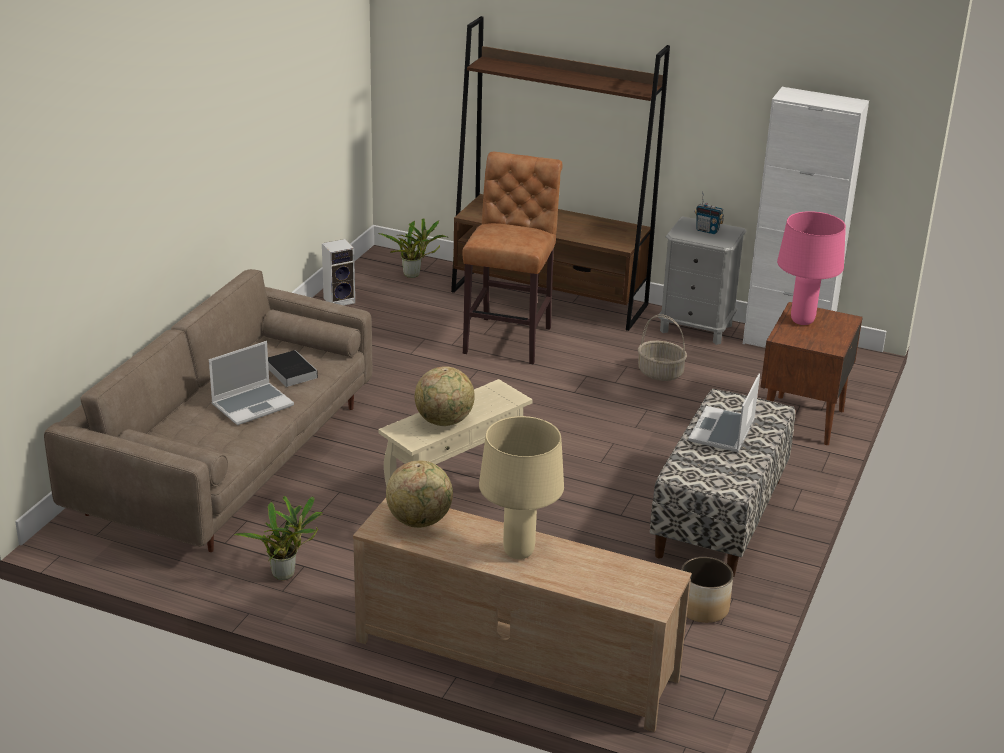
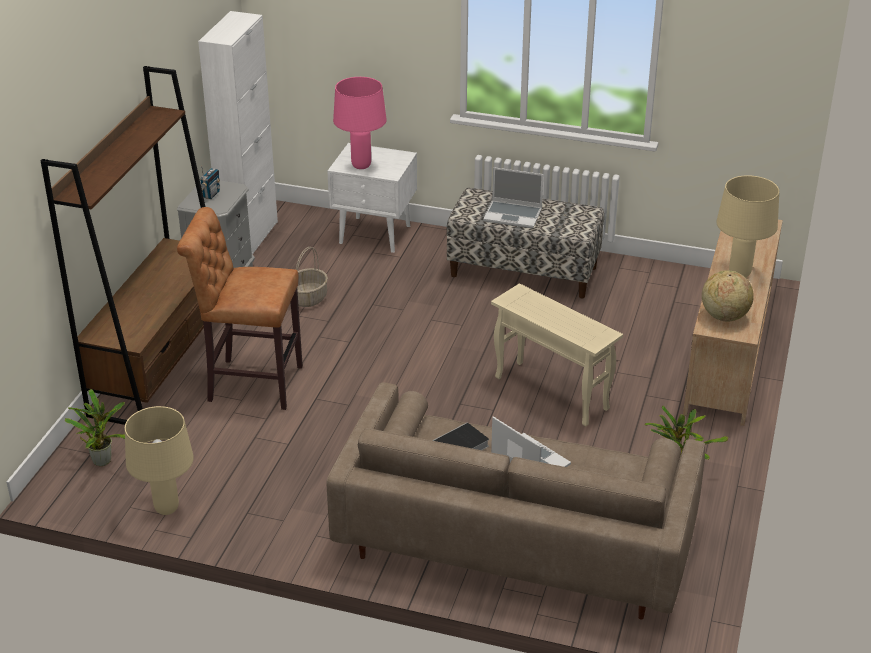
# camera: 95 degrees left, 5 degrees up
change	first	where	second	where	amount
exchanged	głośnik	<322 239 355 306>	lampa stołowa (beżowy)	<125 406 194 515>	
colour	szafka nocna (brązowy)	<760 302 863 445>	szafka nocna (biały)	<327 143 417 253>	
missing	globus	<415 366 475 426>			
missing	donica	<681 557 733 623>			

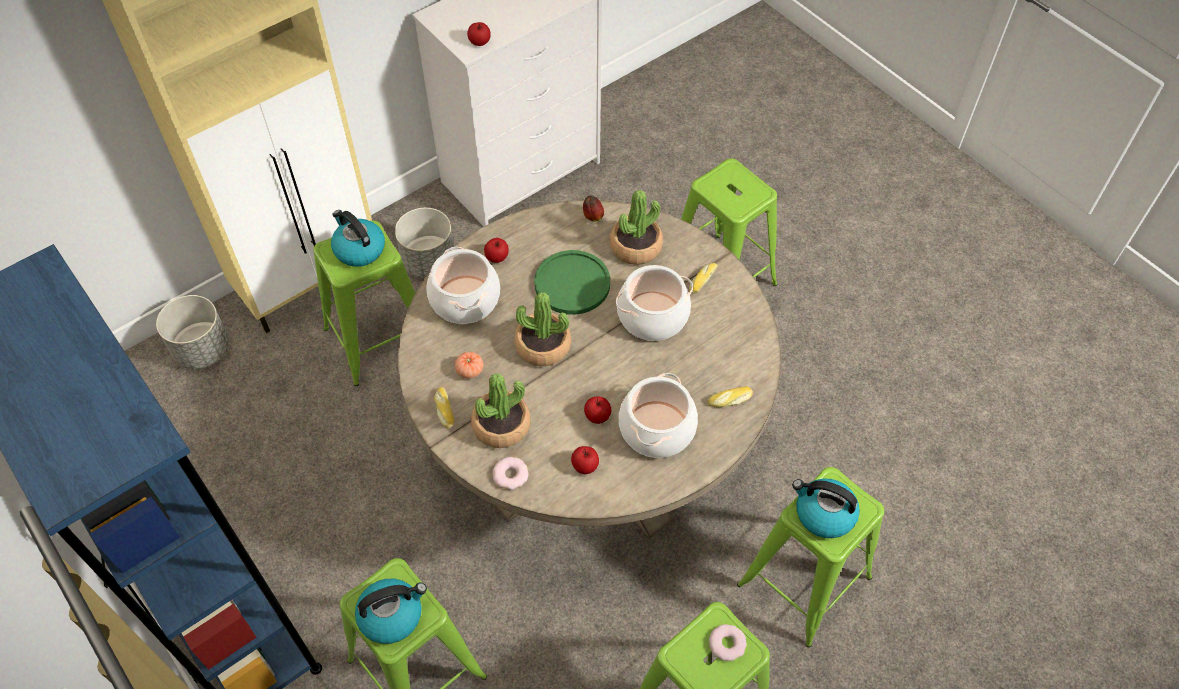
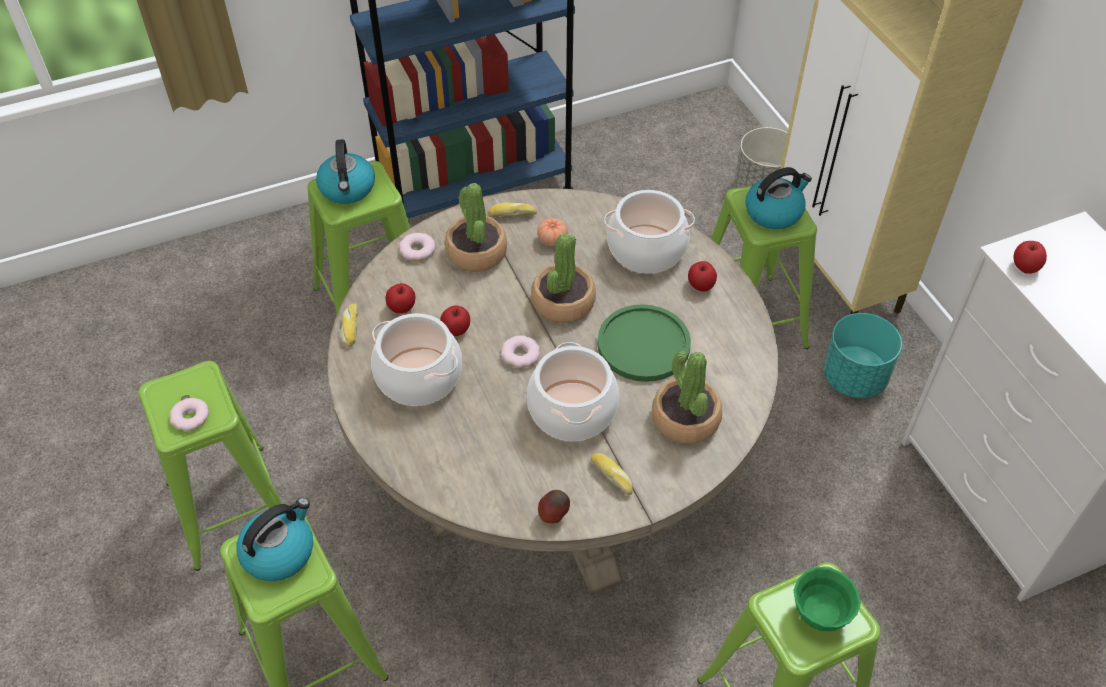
# camera: 105 degrees right, 5 degrees down
change	first	where	second	where	amount
relocated	chleb	<707 386 753 407>		<341 303 358 347>	
appeared			donut	<501 335 540 368>	
relocated	jabłko	<583 196 604 222>		<538 490 570 523>	
appeared			miska (zielony)	<793 567 861 631>	
colour	donica (szary)	<395 208 454 278>	donica (turkusowy)	<823 313 902 398>	

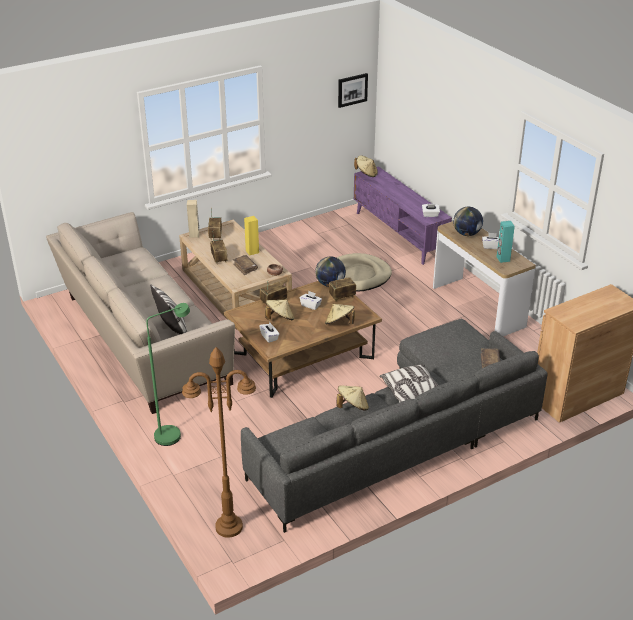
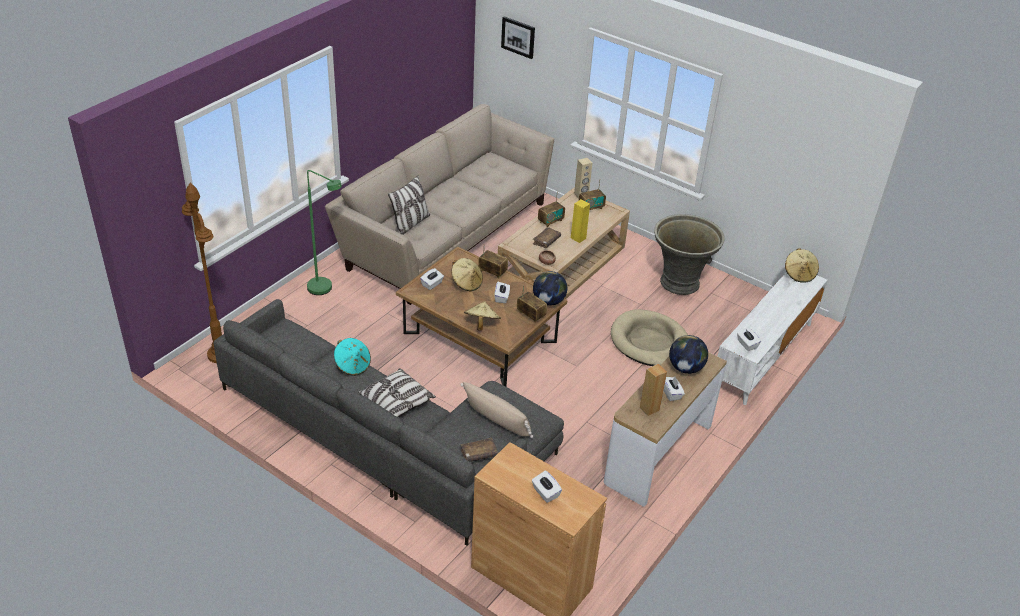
# camera: 65 degrees right, 5 degrees up
change	first	where	second	where	amount
colour	kapelusz (beżowy)	<336 385 369 411>	kapelusz (turkusowy)	<334 338 371 376>	
appeared			poduszka (beżowy)	<461 382 533 438>	
relocated	obraz	<338 73 368 108>		<501 16 535 59>	
appeared			pudełko chusteczek (biały)	<532 471 562 503>	
colour	głośnik (turkusowy)	<497 221 515 263>	głośnik (brązowy)	<640 364 667 416>	
appeared			donica (szary)	<654 214 725 295>	
colour	szafka pod telewizor (fioletowy)	<354 166 452 265>	szafka pod telewizor (biały)	<718 272 827 405>	

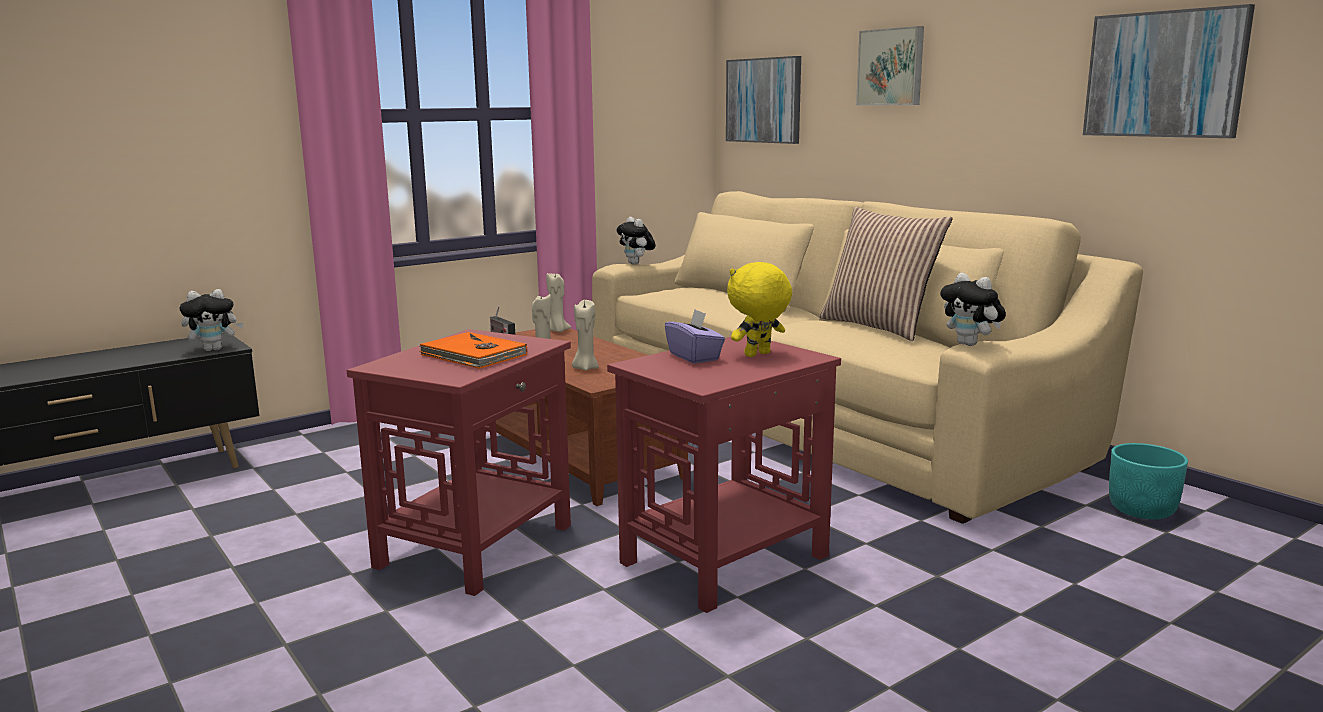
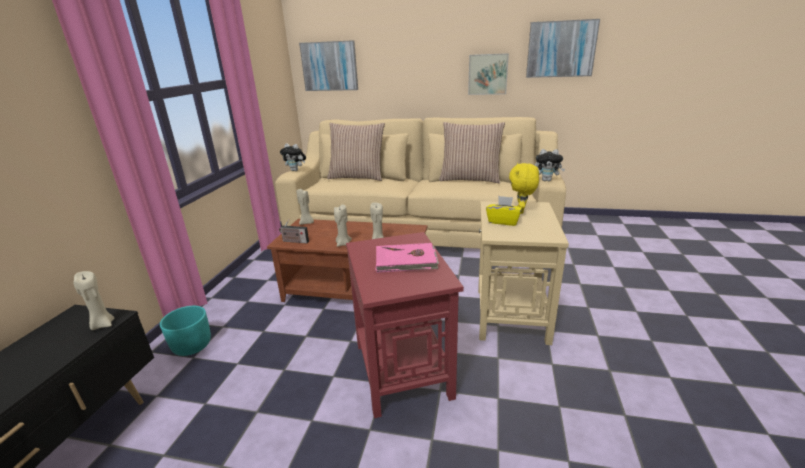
# camera: 40 degrees left, 10 degrees up
change	first	where	second	where	amount
exchanged	pluszak	<180 289 244 351>	świeca (beżowy)	<73 271 115 330>	
relocated	donica (turkusowy)	<1109 443 1188 519>		<160 306 211 356>	
appeared			poduszka	<327 123 385 181>	
colour	książka (pomarańczowy)	<419 332 527 369>	książka (różowy)	<375 243 439 273>	
relocated	obraz	<856 26 924 105>		<468 53 509 95>	
colour	stolik (czerwony)	<607 335 841 613>	stolik (beżowy)	<478 201 569 345>	
colour	pudełko chusteczek (fioletowy)	<665 309 725 364>	pudełko chusteczek (żółty)	<486 196 522 226>	

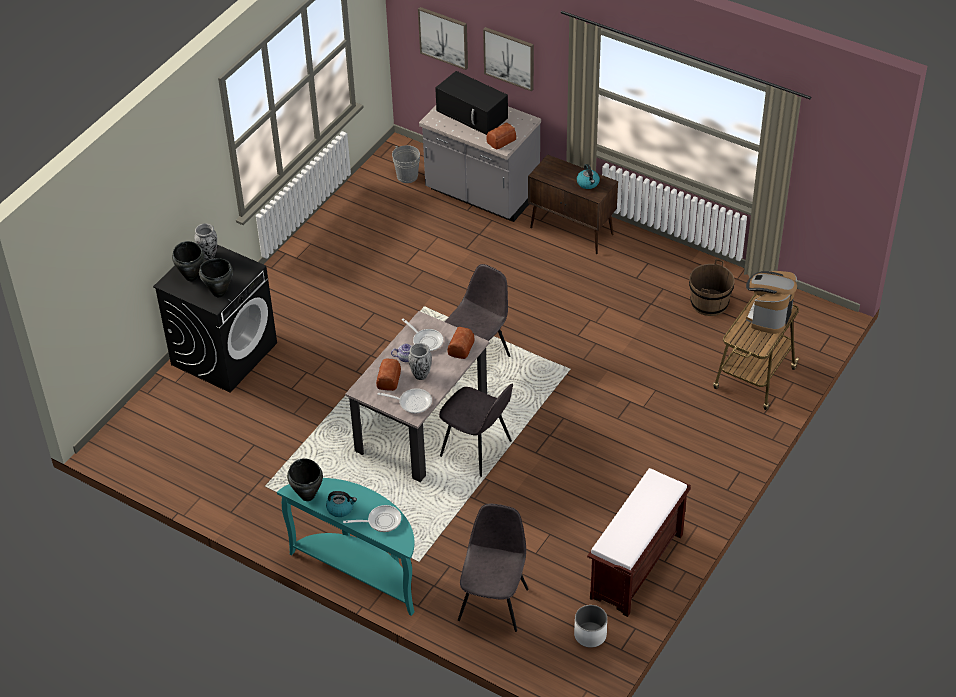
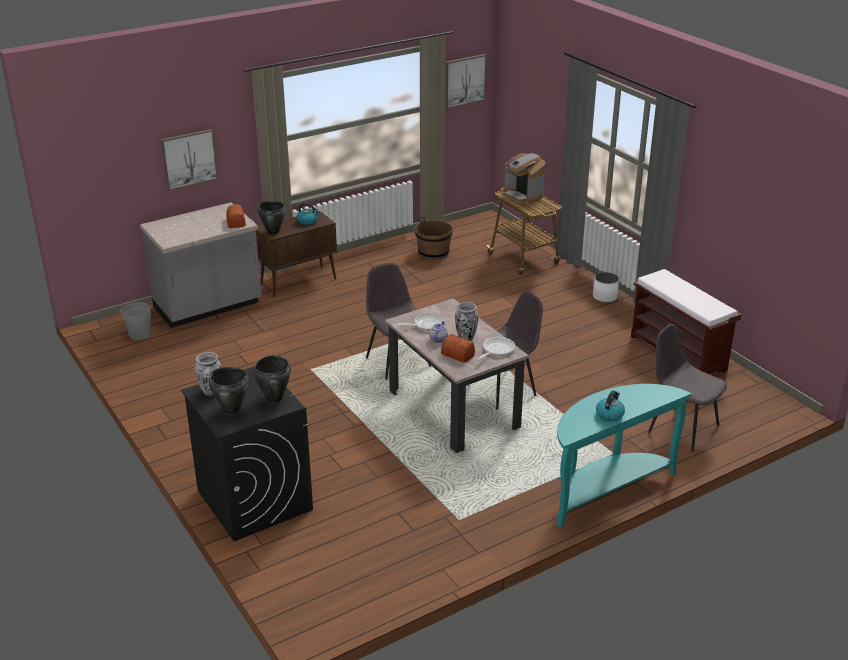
# camera: 65 degrees left, 15 degrees down
change	first	where	second	where	amount
relocated	garnek (czarny)	<287 458 323 501>		<257 201 286 235>	
relocated	obraz	<418 7 468 70>		<445 54 487 109>	
relocated	donica (biały)	<574 605 607 648>		<593 272 619 303>	
missing	patelnia	<343 505 401 532>			
missing	mikrofalówka (czarny)	<435 71 508 135>			
missing	chleb	<447 327 474 359>			

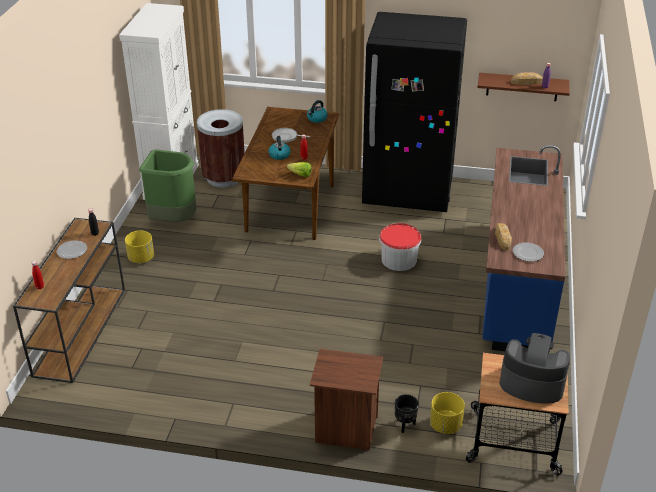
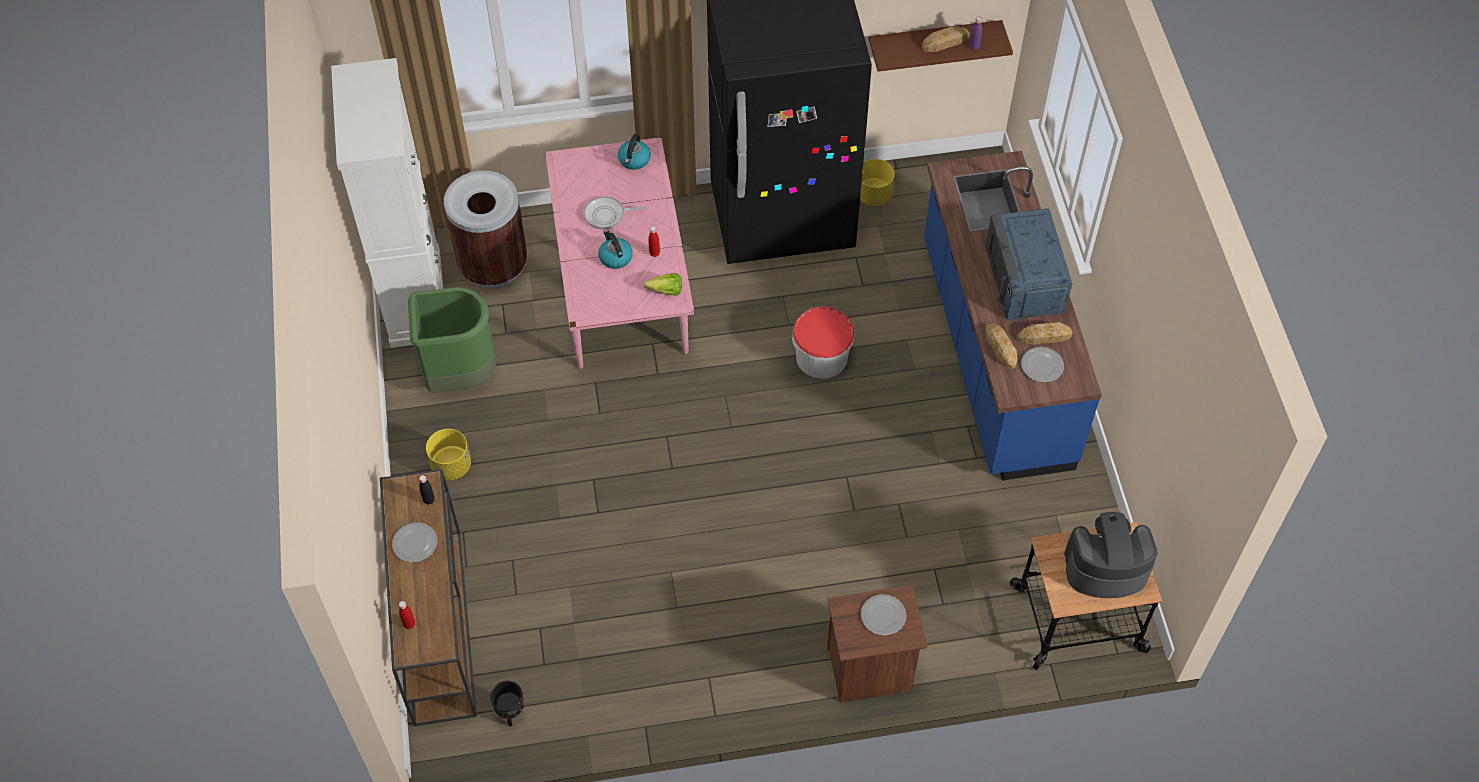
# camera: 20 degrees left, 20 degrees up
change	first	where	second	where	amount
relocated	donica (czarny)	<395 394 419 433>		<490 681 524 726>	
colour	stół jadalny (brązowy)	<232 107 339 240>	stół jadalny (różowy)	<545 137 695 369>	
relocated	donica (żółty)	<430 392 465 434>		<860 159 895 206>	
appeared			talerz	<861 594 906 636>	
appeared			mikrofalówka (niebieski)	<985 208 1073 320>	
appeared			chleb	<1017 322 1072 345>	

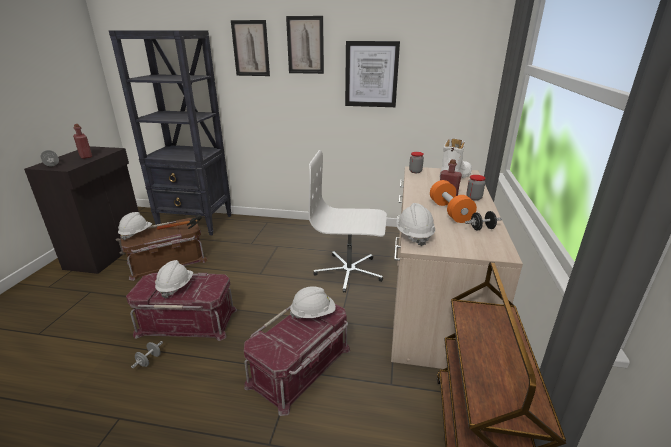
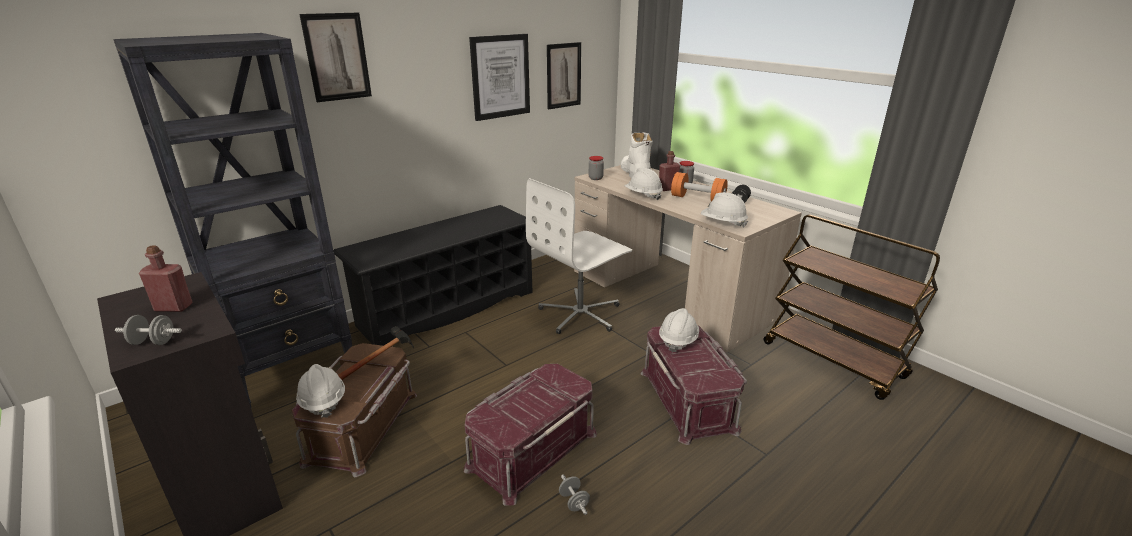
# camera: 50 degrees left, 0 degrees up
change	first	where	second	where	amount
appeared			regał na buty (czarny)	<333 205 535 346>	
relocated	obraz	<286 16 324 74>		<547 42 581 109>	
relocated	kask (biały)	<155 260 193 298>		<625 168 663 200>	

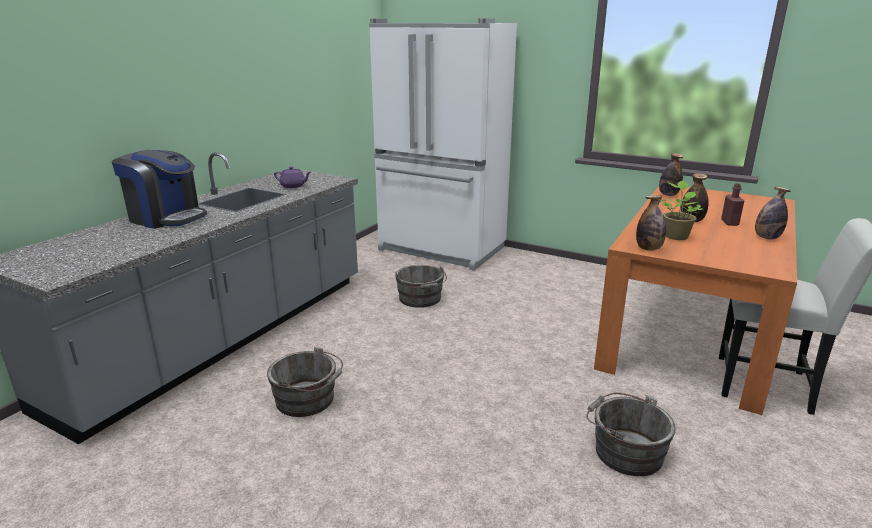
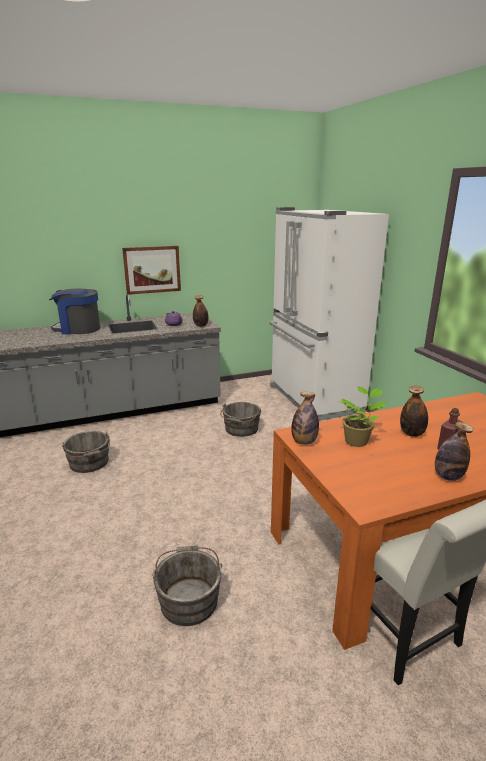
# camera: 40 degrees right, 0 degrees up
change	first	where	second	where	amount
spun	ekspres do kawy	<112 150 207 229>		<49 289 100 334>	120 degrees clockwise
appeared			obraz	<122 246 181 295>	
relocated	butelka	<659 153 684 196>		<193 295 209 327>	

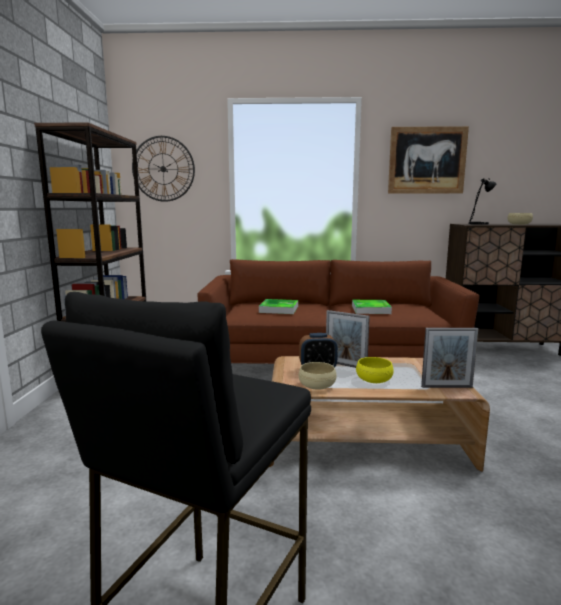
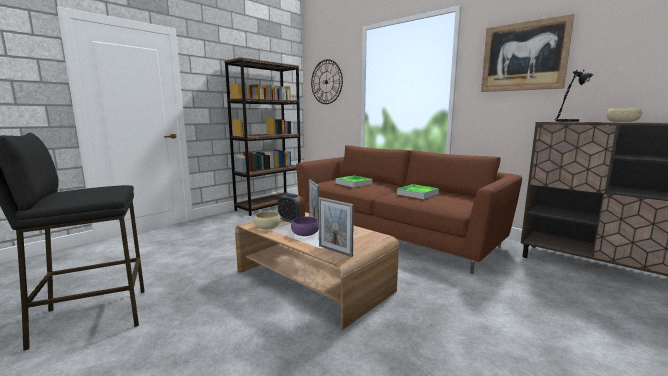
# camera: 40 degrees right, 0 degrees up
change	first	where	second	where	amount
colour	miska (żółty)	<356 357 394 383>	miska (fioletowy)	<291 217 319 236>	

